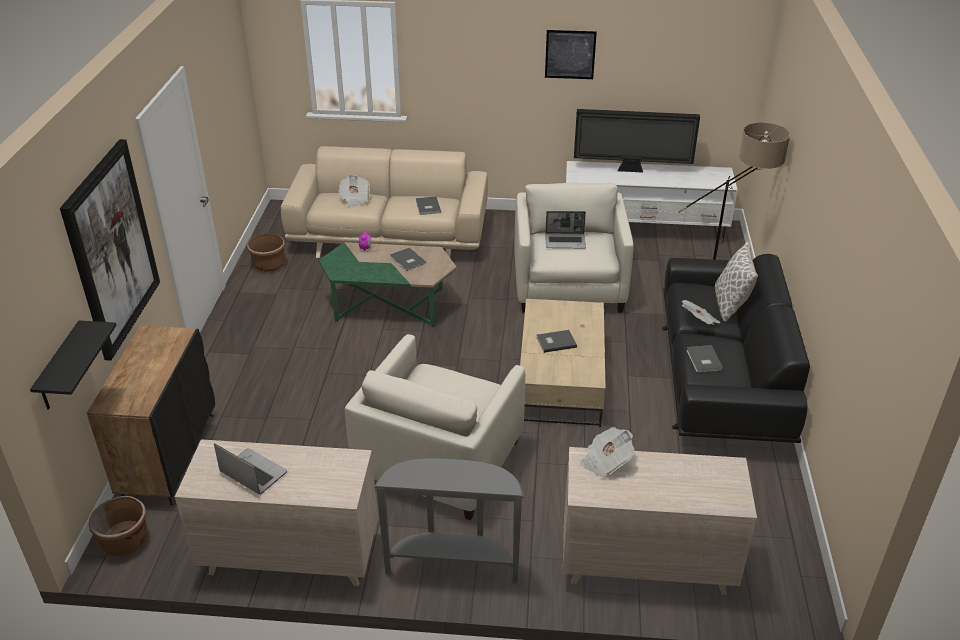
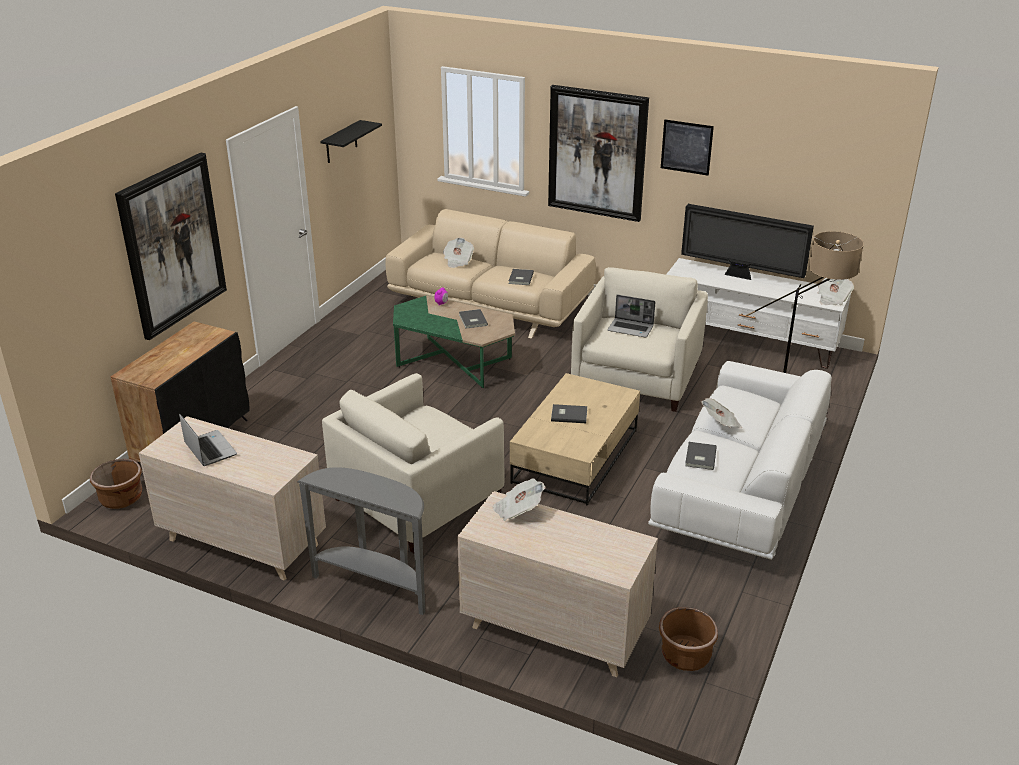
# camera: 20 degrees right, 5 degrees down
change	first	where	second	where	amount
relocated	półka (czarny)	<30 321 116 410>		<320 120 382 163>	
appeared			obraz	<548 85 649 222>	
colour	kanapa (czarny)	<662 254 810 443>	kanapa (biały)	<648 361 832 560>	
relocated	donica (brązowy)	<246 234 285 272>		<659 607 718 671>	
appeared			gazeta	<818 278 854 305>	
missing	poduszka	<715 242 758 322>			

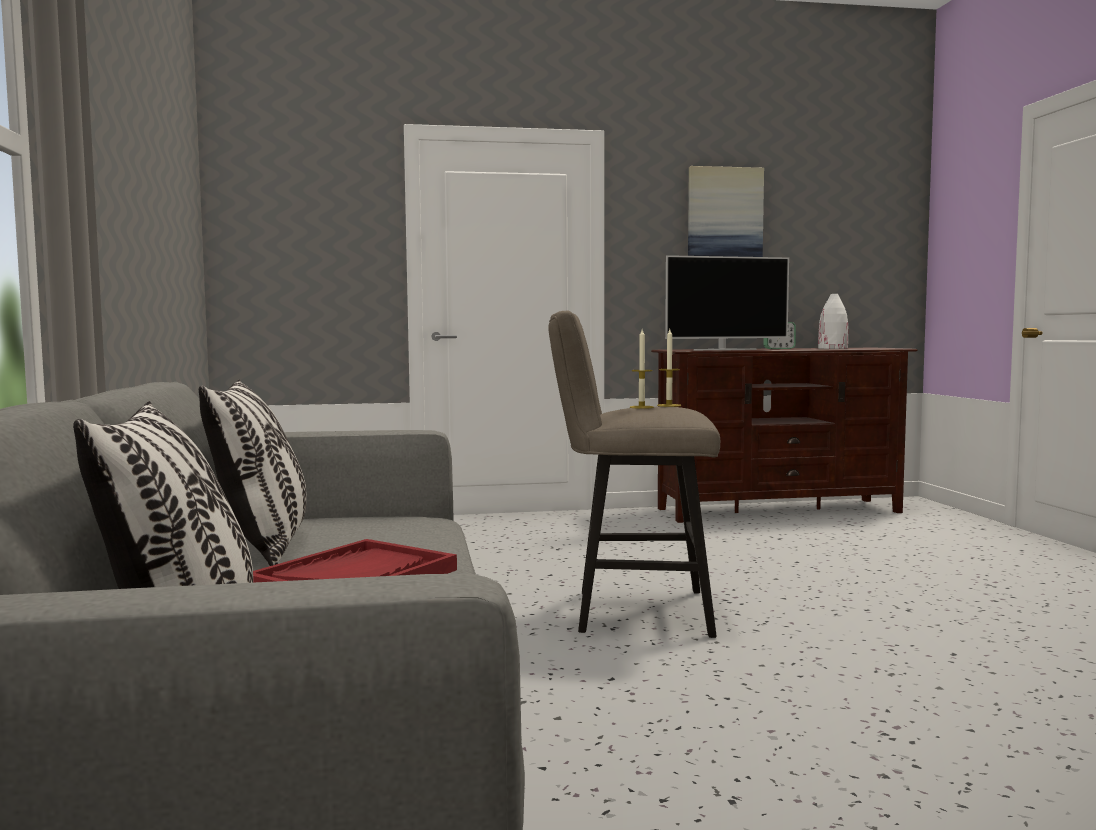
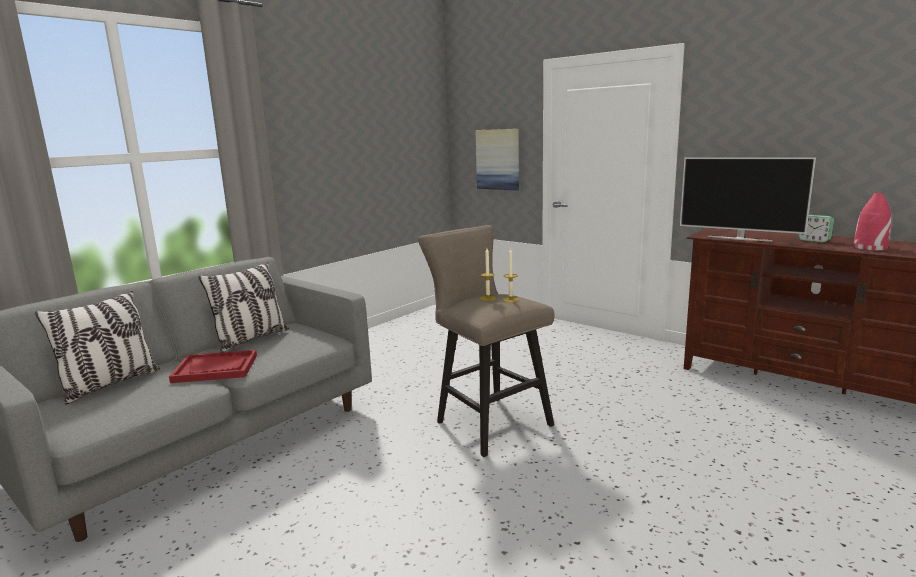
# camera: 50 degrees right, 10 degrees up
change	first	where	second	where	amount
relocated	obraz	<688 166 764 257>		<476 129 519 191>	
colour	wazon (biały)	<818 294 848 349>	wazon (czerwony)	<853 193 892 251>	

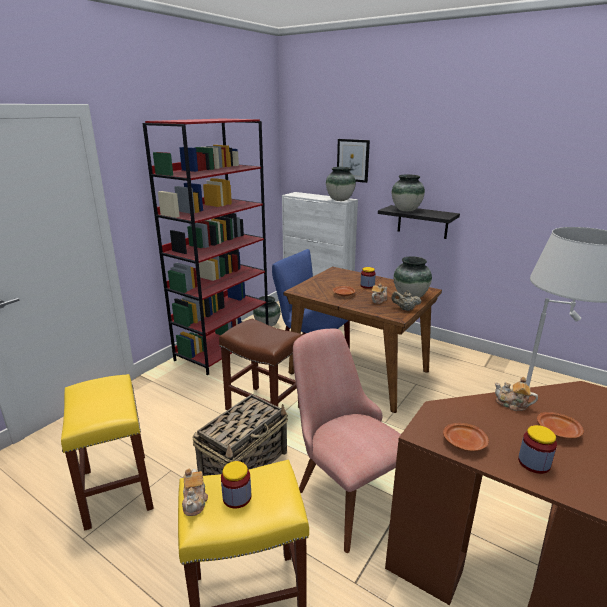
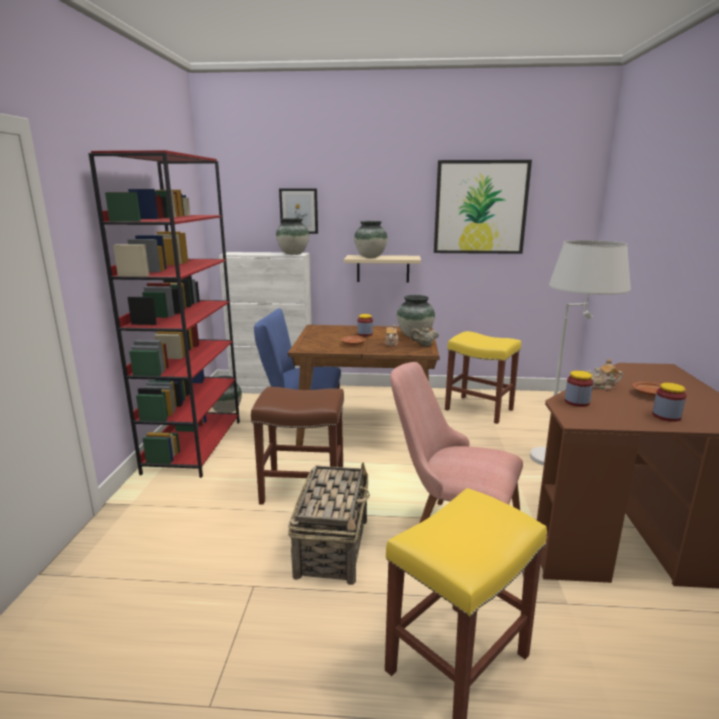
# camera: 30 degrees left, 5 degrees down
change	first	where	second	where	amount
colour	półka (czarny)	<378 205 460 239>	półka (beżowy)	<344 255 421 283>	
appeared			obraz	<434 160 532 254>	
relocated	stołek (żółty)	<61 374 154 531>		<445 331 521 424>	
relocated	słoik	<221 461 251 509>		<565 371 593 407>	
missing	imbryk	<182 469 208 516>			
missing	talerz (brązowy)	<443 423 489 451>			

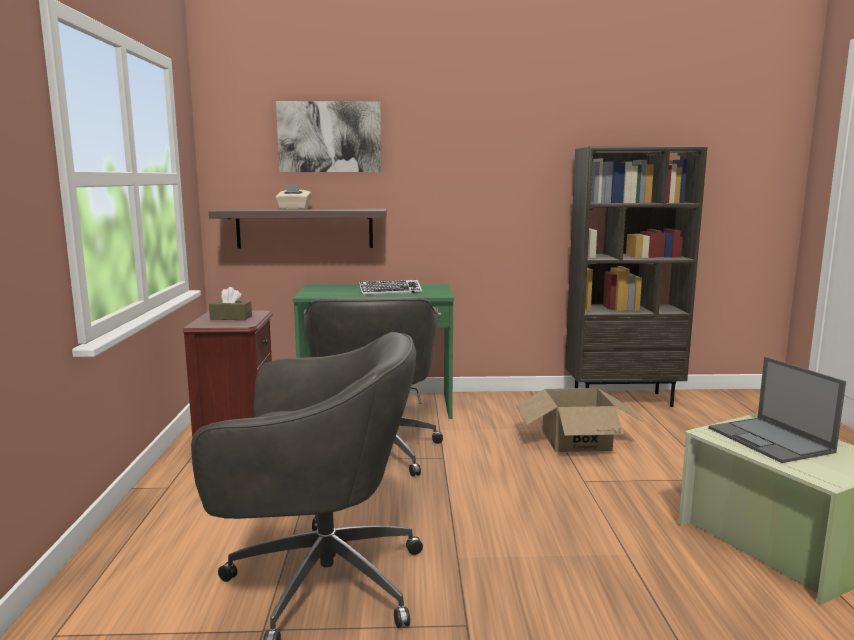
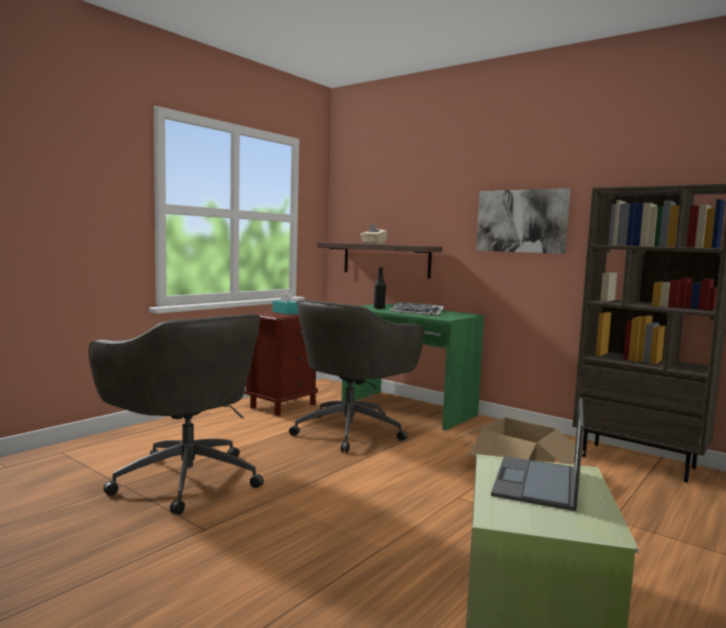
# camera: 40 degrees right, 5 degrees down
change	first	where	second	where	amount
colour	pudełko chusteczek (brązowy)	<209 287 252 320>	pudełko chusteczek (turkusowy)	<272 291 298 315>	
appeared			butelka (czarny)	<374 267 386 309>	
relocated	obraz	<276 101 381 172>		<476 188 570 254>	

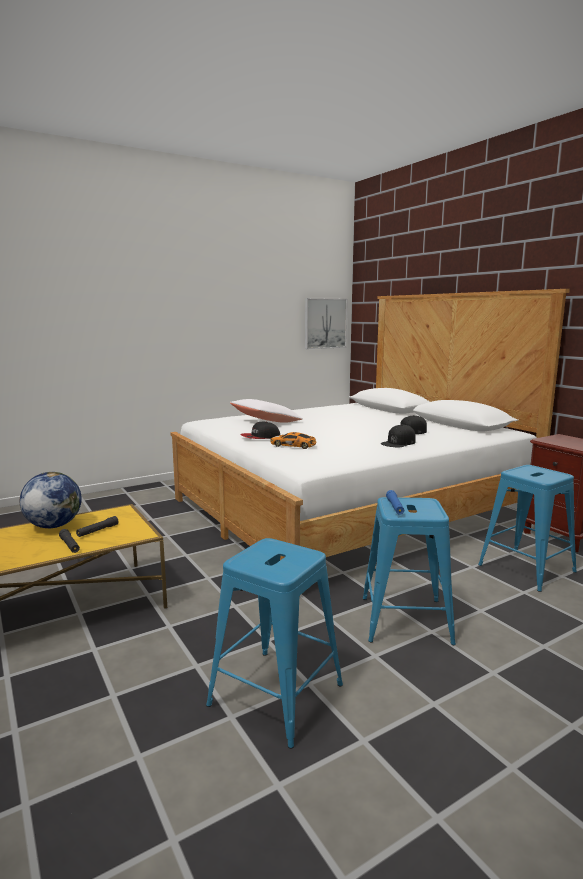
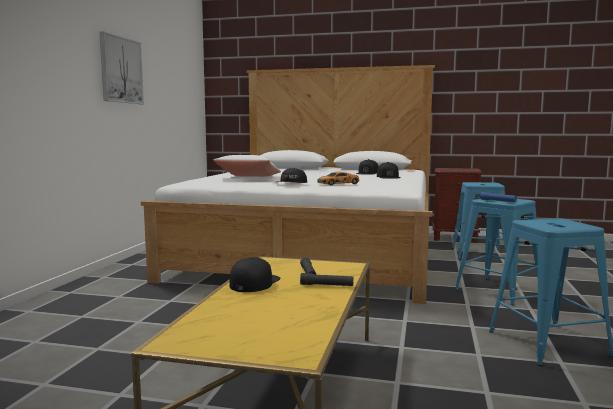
# camera: 45 degrees left, 5 degrees down
change	first	where	second	where	amount
relocated	obraz	<305 298 348 349>		<100 31 144 104>	
exchanged	globus	<20 472 82 528>	czapka z daszkiem (czarny)	<230 257 281 292>	

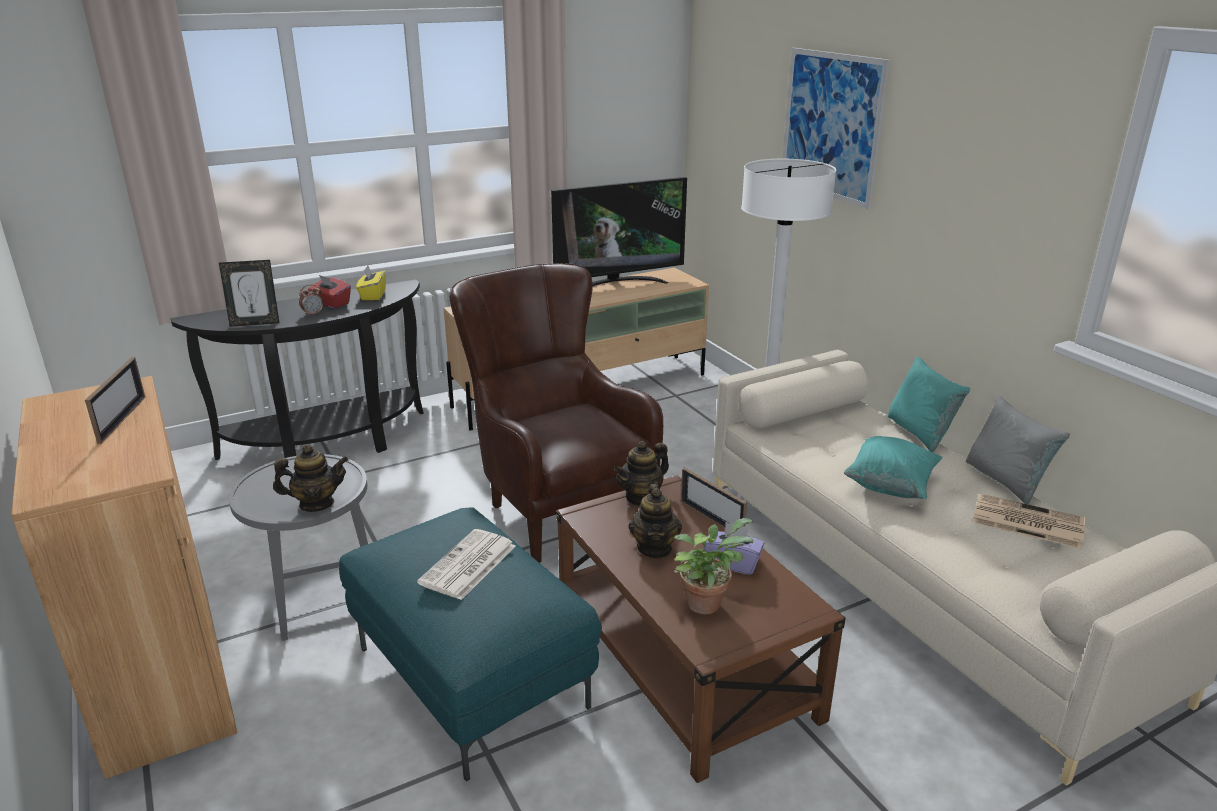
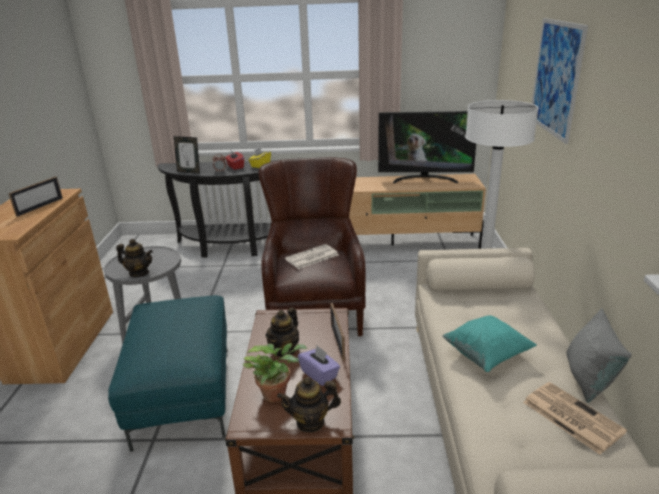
# camera: 30 degrees right, 0 degrees up
change	first	where	second	where	amount
relocated	imbryk	<614 441 669 506>		<277 377 341 433>	
relocated	gazeta	<417 529 516 600>		<285 244 338 269>	
missing	poduszka (turkusowy)	<888 356 970 452>			

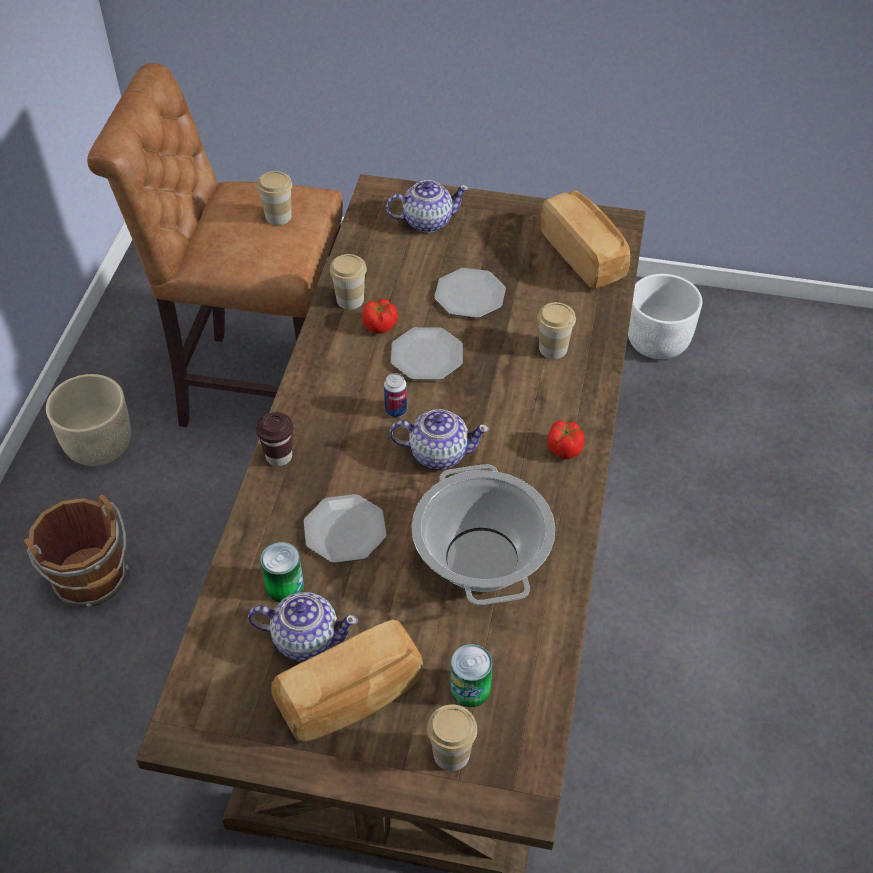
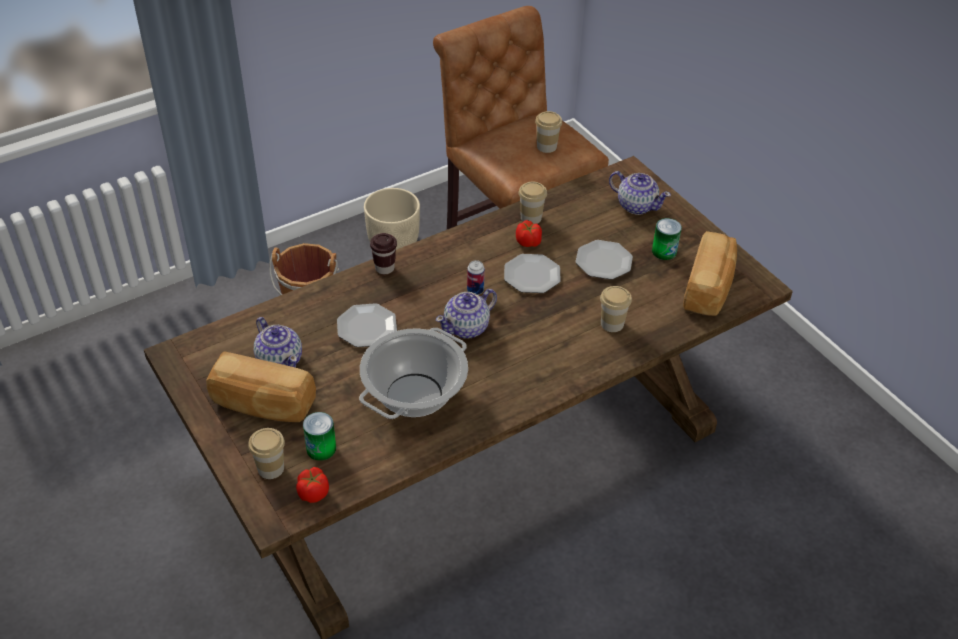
# camera: 45 degrees right, 5 degrees down
change	first	where	second	where	amount
relocated	pomidor	<547 421 585 459>		<296 467 329 503>	
spun	imbryk	<389 409 490 469>		<436 289 497 339>	90 degrees clockwise
relocated	puszka	<260 542 304 602>		<652 218 682 260>	
missing	donica (biały)	<628 274 702 359>			

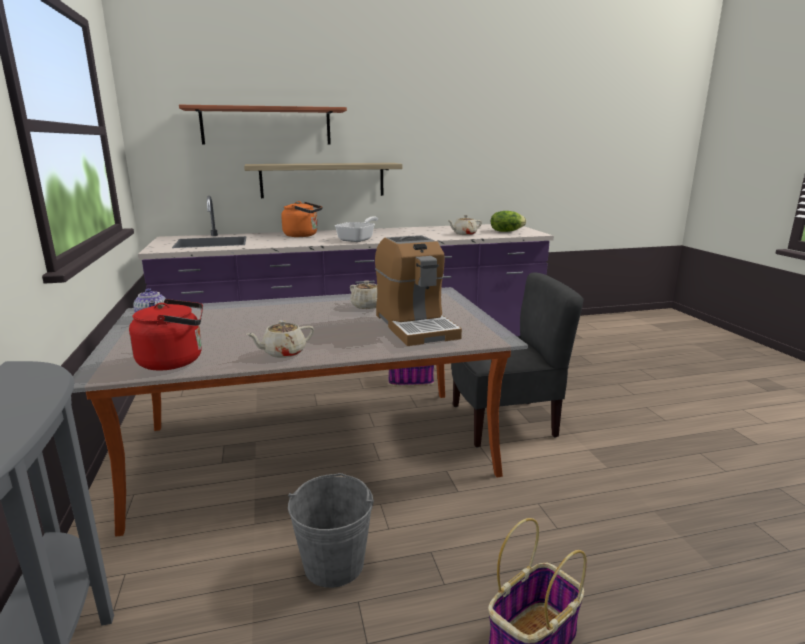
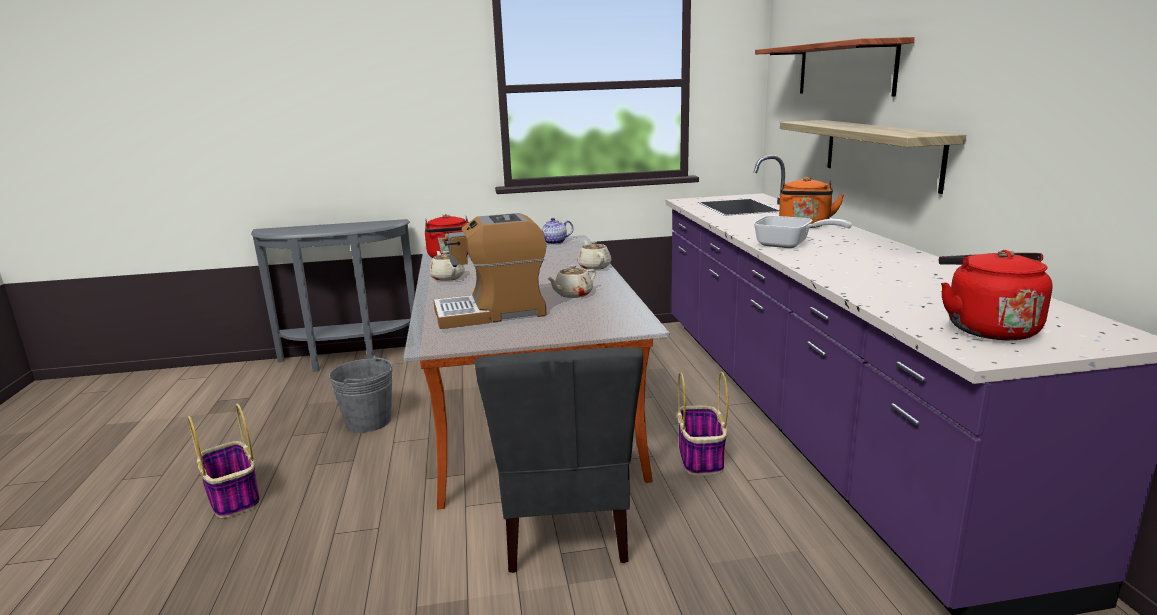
# camera: 95 degrees right, 0 degrees up
change	first	where	second	where	amount
relocated	imbryk (beżowy)	<447 215 482 235>		<577 241 611 270>	
exchanged	sałata	<491 211 526 232>	czajnik (czerwony)	<939 250 1053 340>	

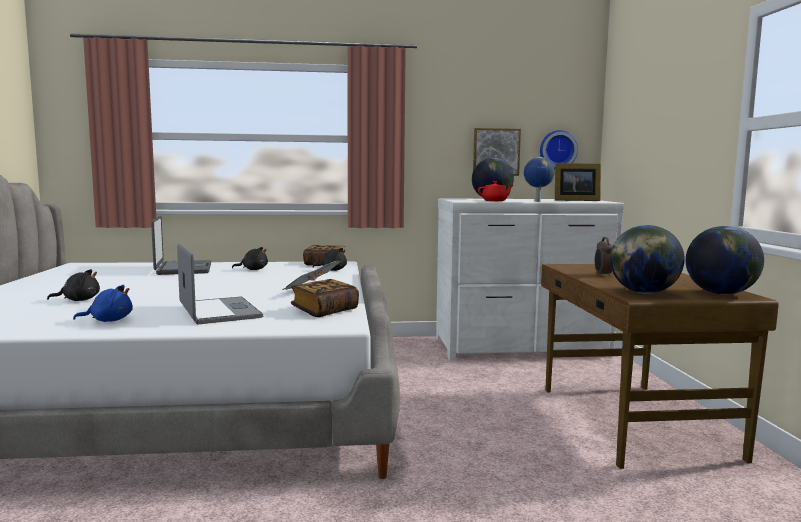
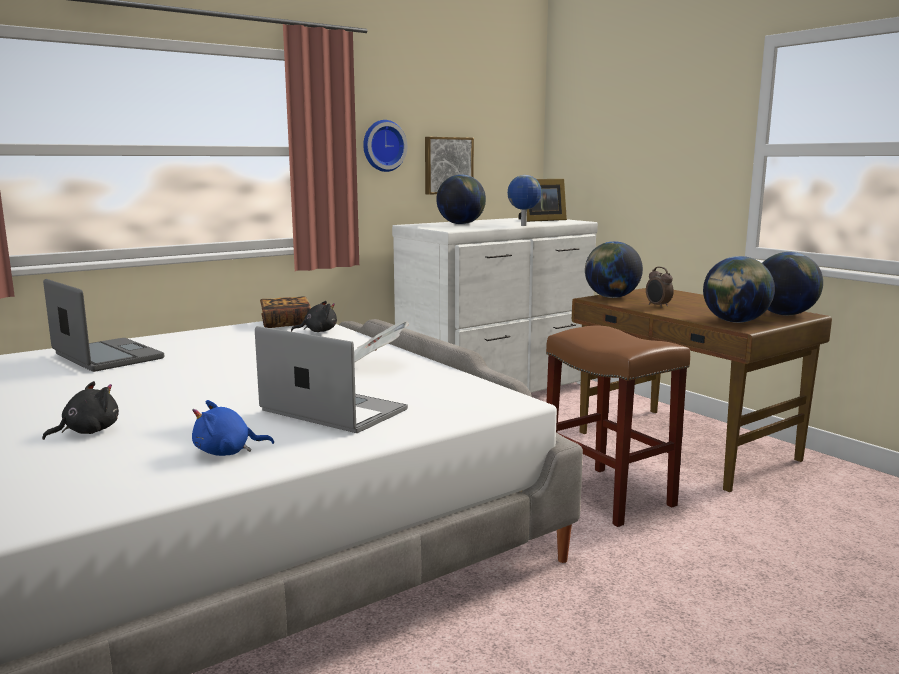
# camera: 30 degrees left, 5 degrees up
change	first	where	second	where	amount
spun	pluszak (niebieski)	<73 285 133 322>		<192 400 274 456>	150 degrees counterclockwise
relocated	zegar ścienny	<540 130 578 170>		<363 120 407 172>	
appeared			stołek (brązowy)	<546 326 690 527>	
appeared			globus	<585 241 643 298>	
missing	pluszak (czarny)	<232 247 268 270>			
missing	książka	<291 279 359 317>			
missing	imbryk (czerwony)	<478 181 514 201>			

